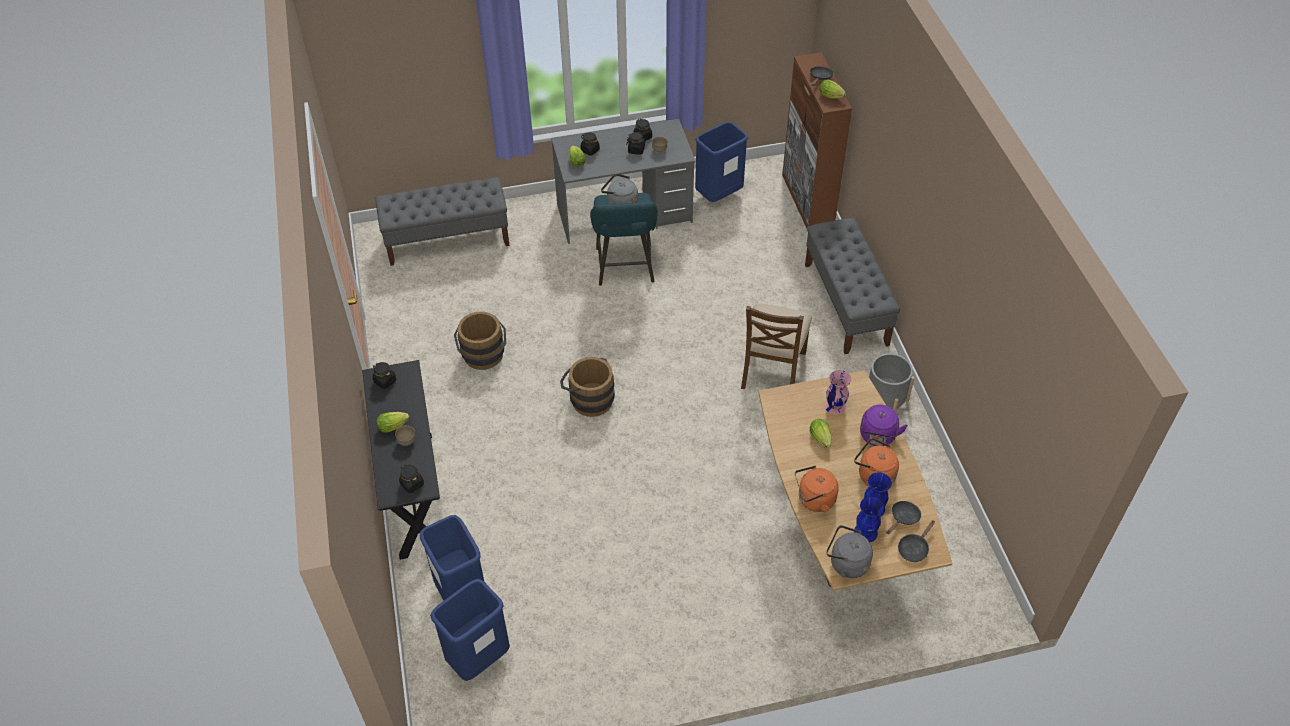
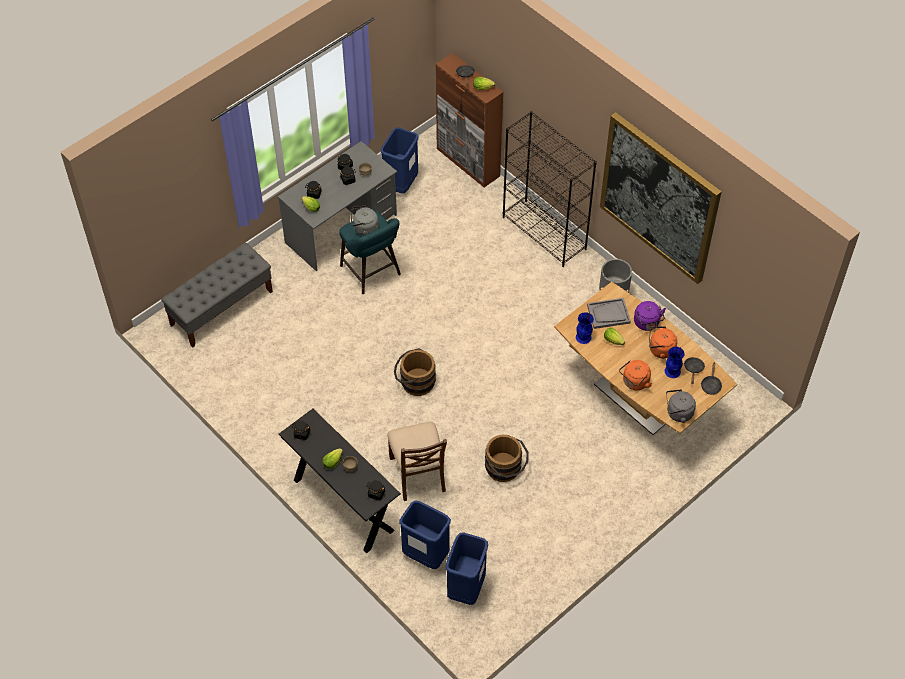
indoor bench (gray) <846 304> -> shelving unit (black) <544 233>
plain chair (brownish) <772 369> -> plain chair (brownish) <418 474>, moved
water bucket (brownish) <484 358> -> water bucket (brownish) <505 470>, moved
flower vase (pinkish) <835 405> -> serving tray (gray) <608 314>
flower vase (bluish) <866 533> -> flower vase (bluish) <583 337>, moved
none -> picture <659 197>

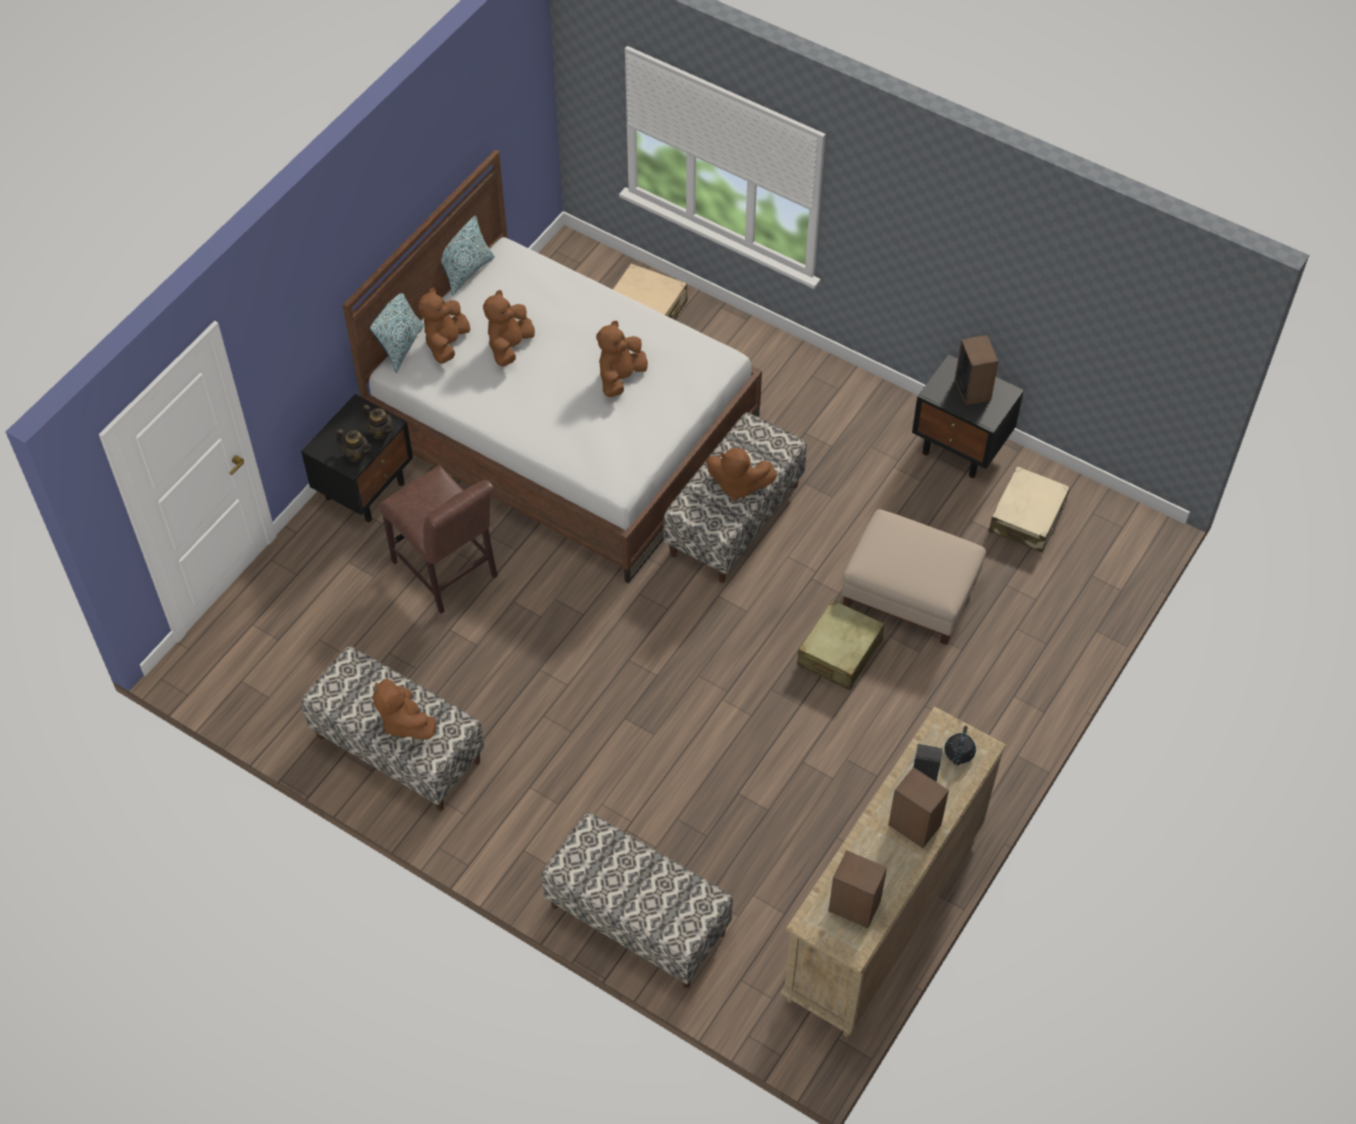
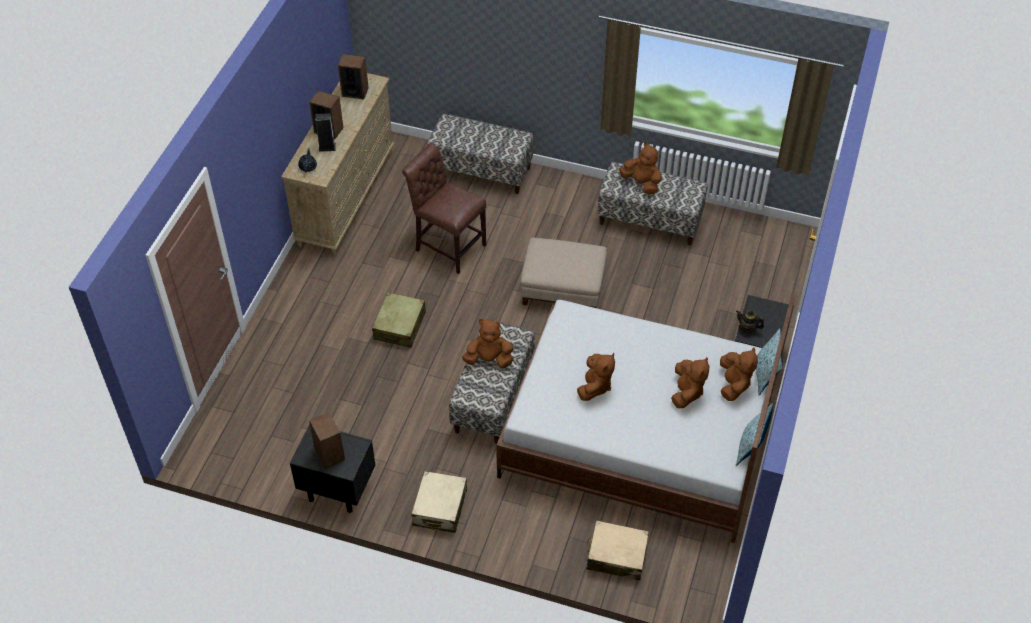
tea pot <357 455> -> none
plain chair (brownish) <448 573> -> plain chair (brownish) <447 245>, moved
travel case (beige) <1027 517> -> travel case (beige) <440 508>, moved
ottoman (beige) <909 593> -> ottoman (beige) <563 288>, moved

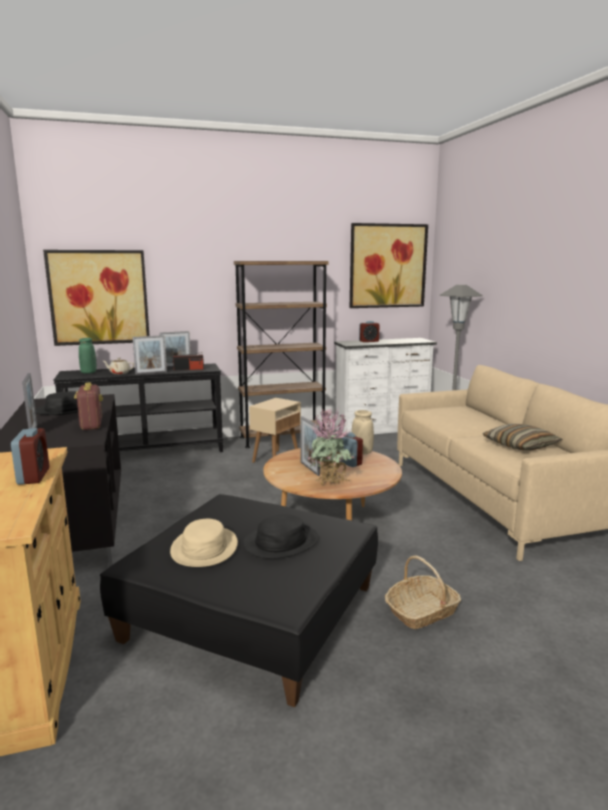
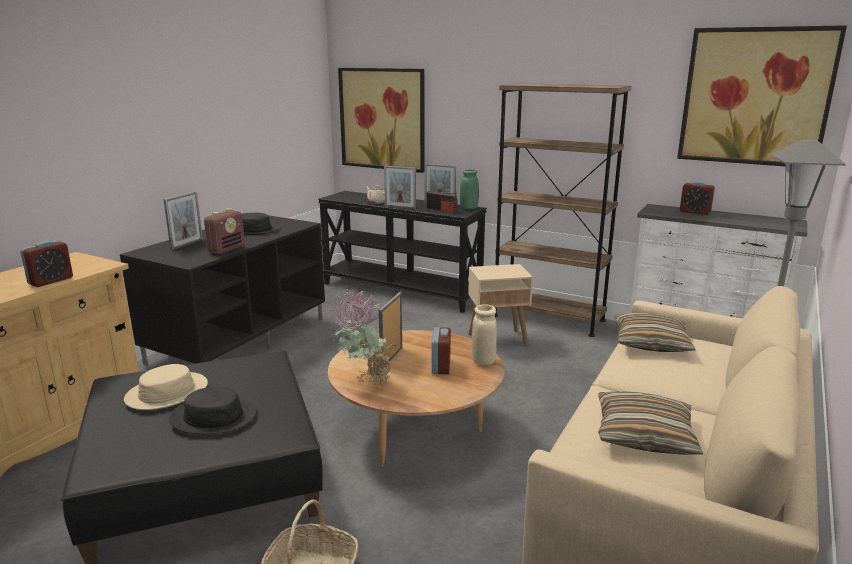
flower vase (green-coloured) <88 372> -> flower vase (green-coloured) <468 208>, moved
none -> cushion <651 343>

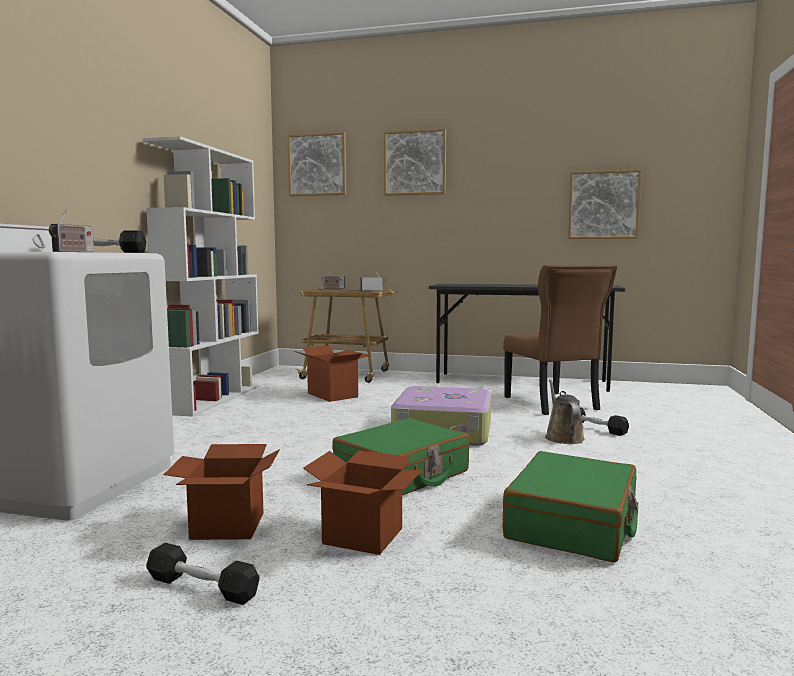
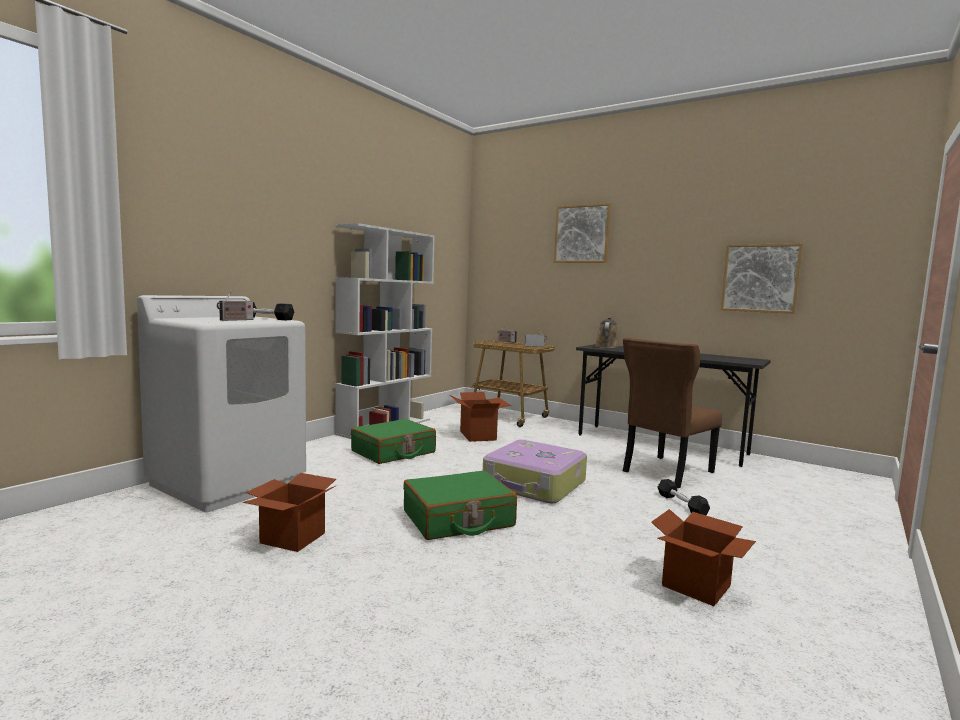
picture <317 165> -> none
plain chair (brownish) <552 404> -> plain chair (brownish) <665 472>, 45 degrees clockwise
watering can (brownish) <563 437> -> watering can (brownish) <606 347>, moved
cardboard box <362 536> -> cardboard box <695 586>, moved
travel case (green-coloured) <573 524> -> travel case (green-coloured) <393 452>, moved
dumbbell (black) <202 587> -> none

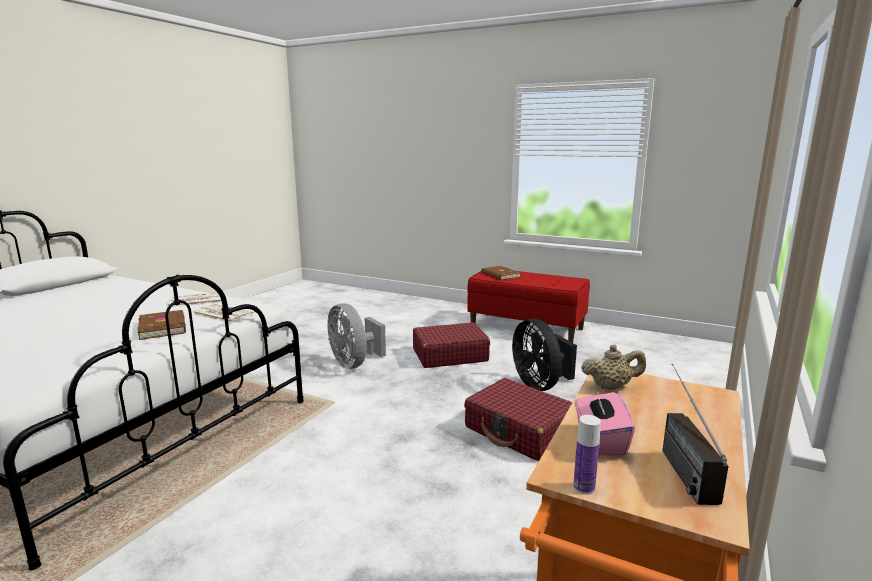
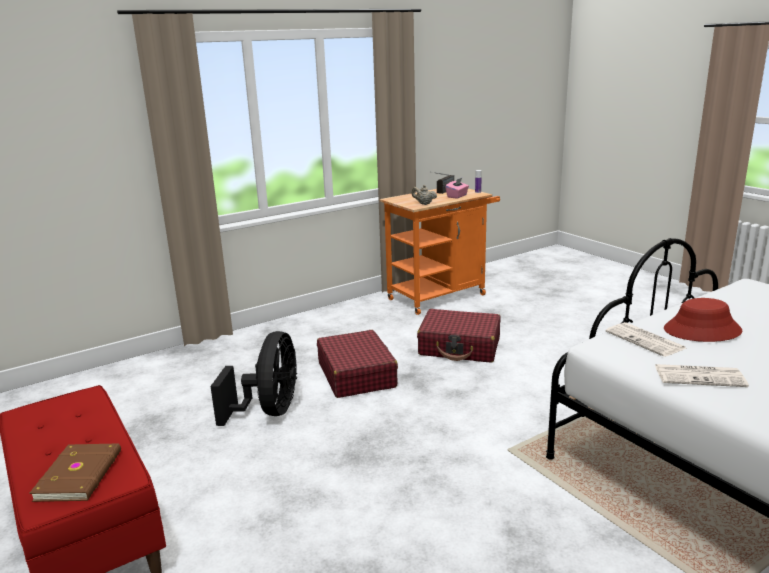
electric fan (gray) <354 363> -> none
bound book (brownish) <164 327> -> clothing hat (red) <702 330>
travel case (red) <449 355> -> travel case (red) <460 347>, moved

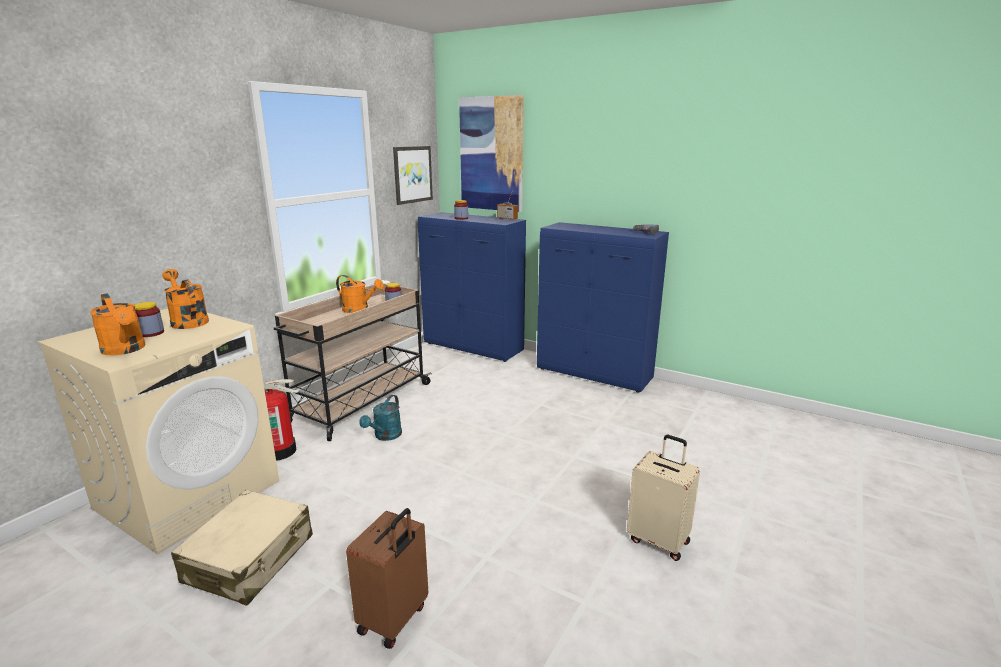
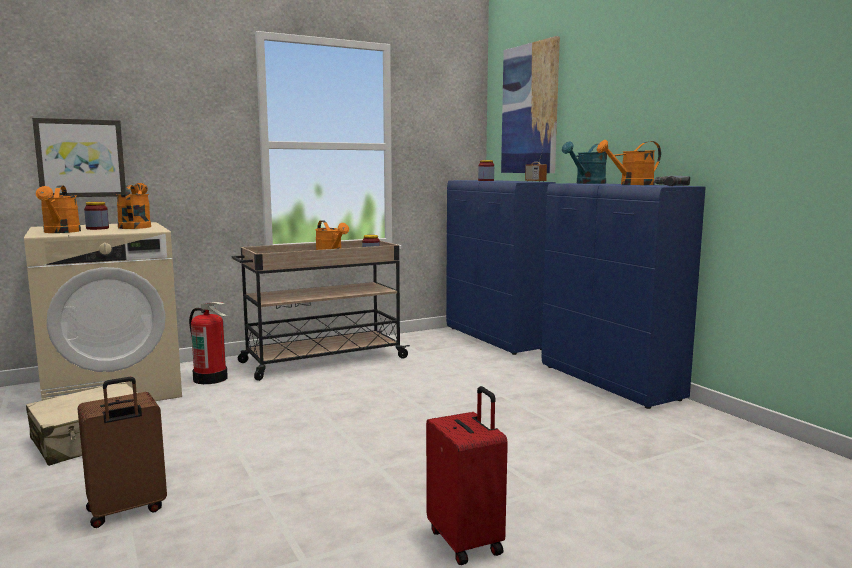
picture <412 174> -> picture <81 158>, moved
watering can (turquoise-coloured) <385 436> -> watering can (turquoise-coloured) <587 183>, moved
travel case (beige) <659 540> -> travel case (red) <467 541>
none -> watering can (orange) <631 184>

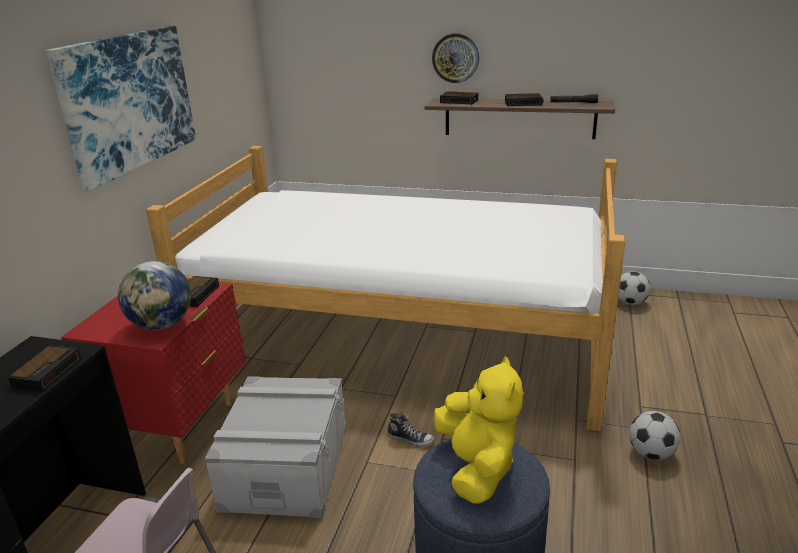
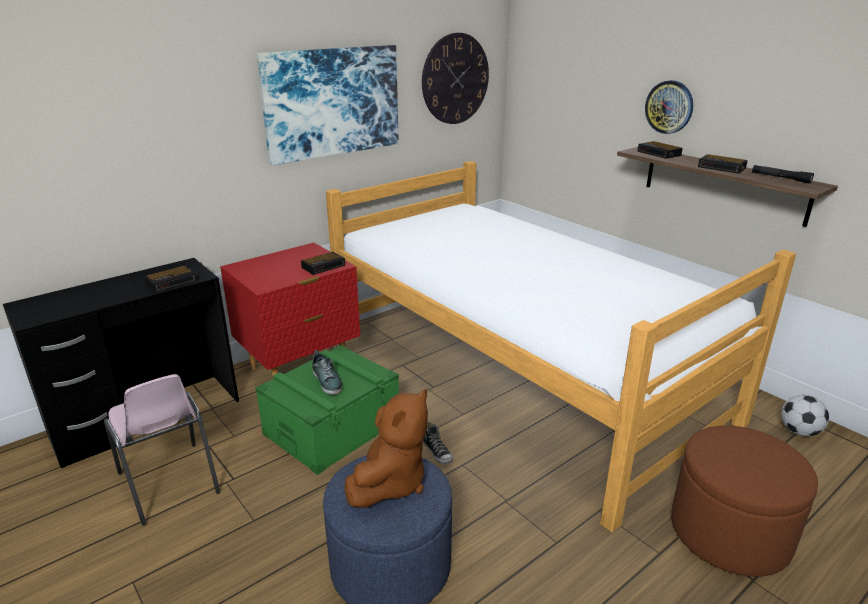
globe <162 325> -> none
soft toy (yellow) <477 468> -> soft toy (brownish) <390 483>
storage container (gray) <286 467> -> storage container (green-coloured) <332 427>
ball for football <651 453> -> none
none -> hanging clock <455 79>
none -> item of footwear <327 381>
none -> ottoman (brownish) <729 532>

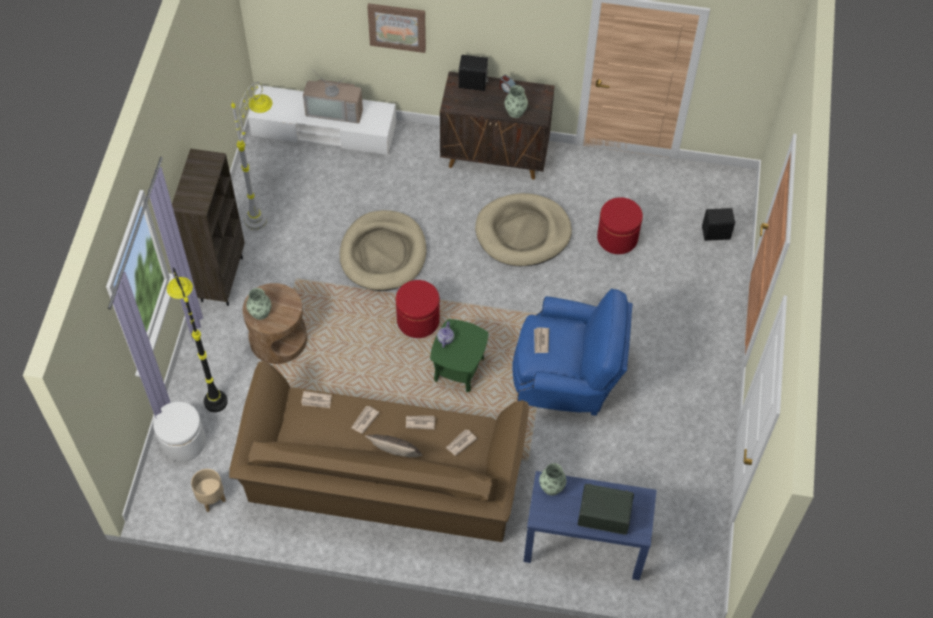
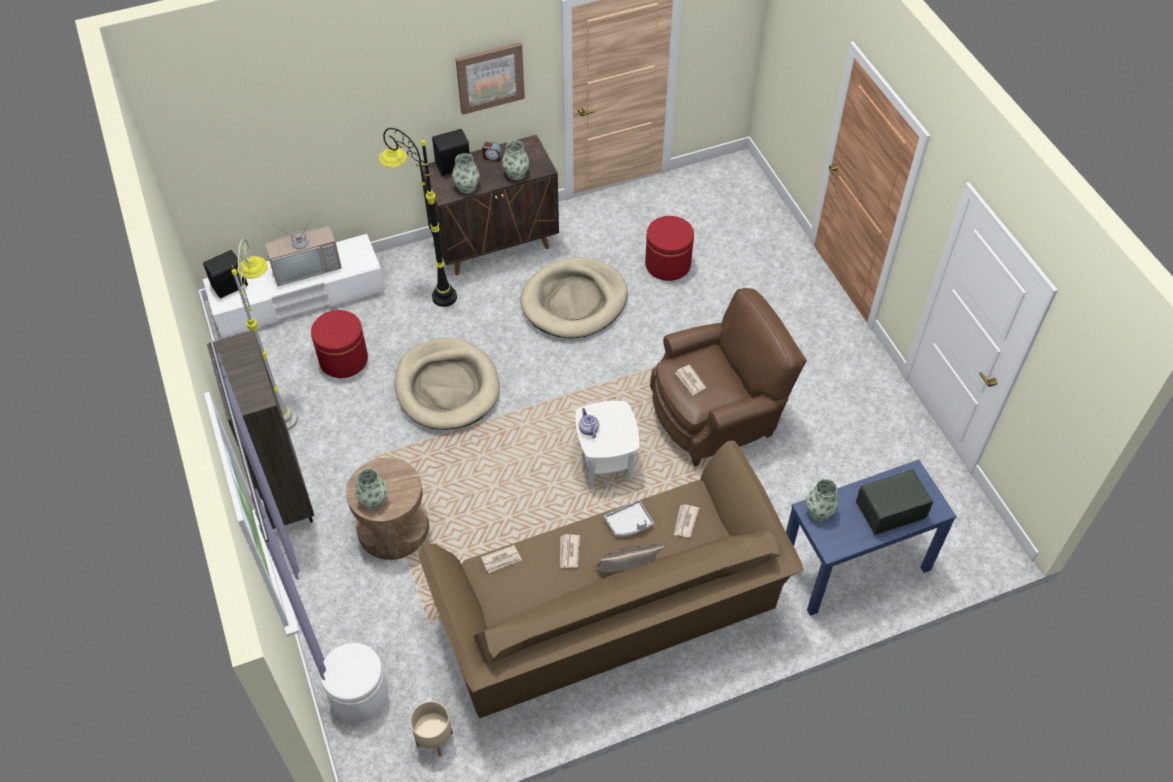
picture <397 26> -> picture <490 77>, moved
speaker (black) <716 234> -> speaker (black) <231 286>, moved
floor lamp (black) <209 385> -> floor lamp (black) <428 288>, moved
ottoman (red) <418 320> -> ottoman (red) <343 359>, moved
lounge chair (bluish) <567 377> -> lounge chair (brownish) <718 414>
accent table (green-coloured) <459 369> -> accent table (white) <606 461>
daily paper <420 422> -> serving tray (gray) <629 523>
none -> flower vase <467 186>

